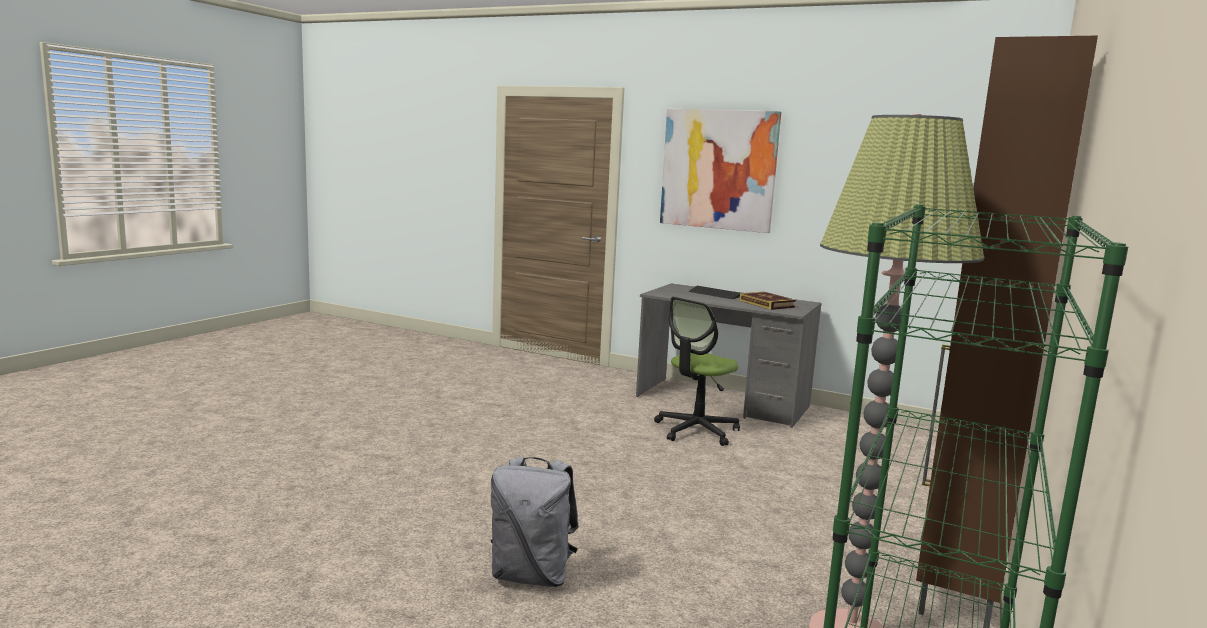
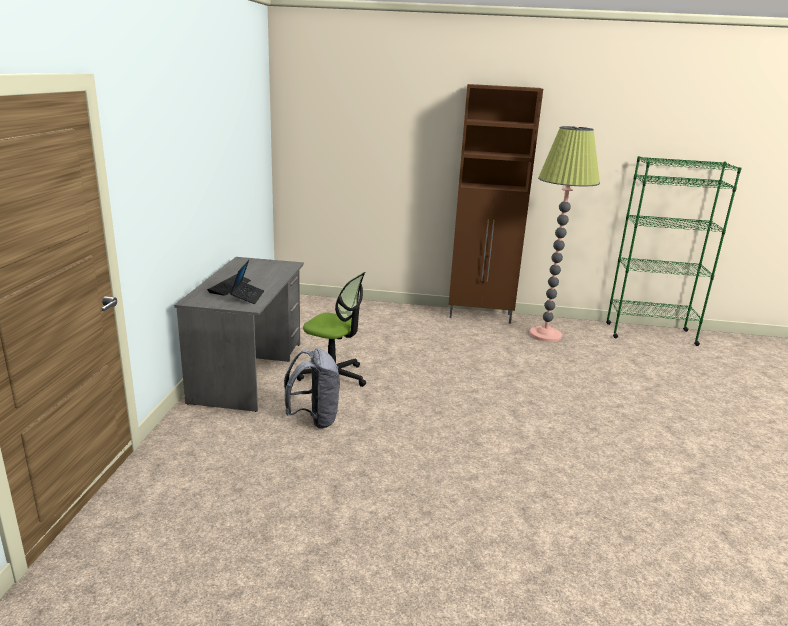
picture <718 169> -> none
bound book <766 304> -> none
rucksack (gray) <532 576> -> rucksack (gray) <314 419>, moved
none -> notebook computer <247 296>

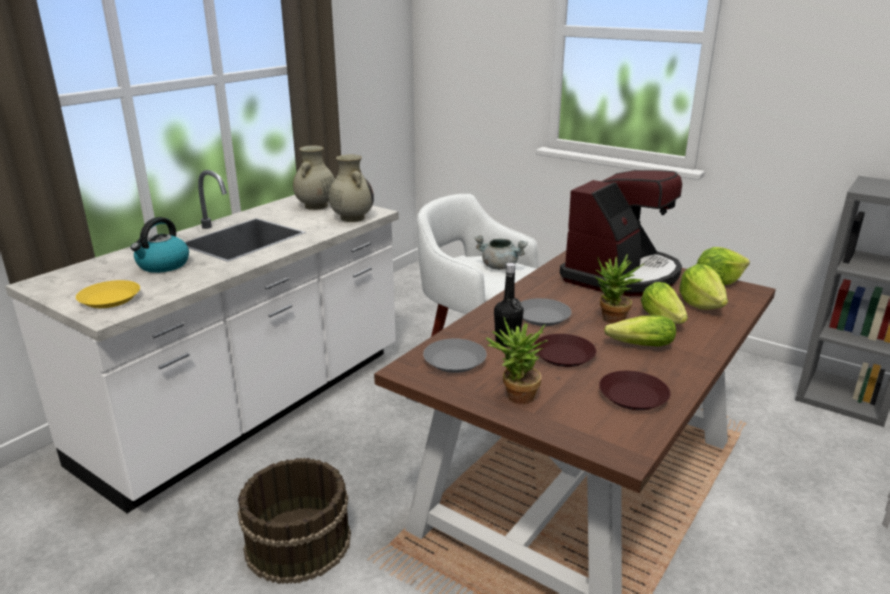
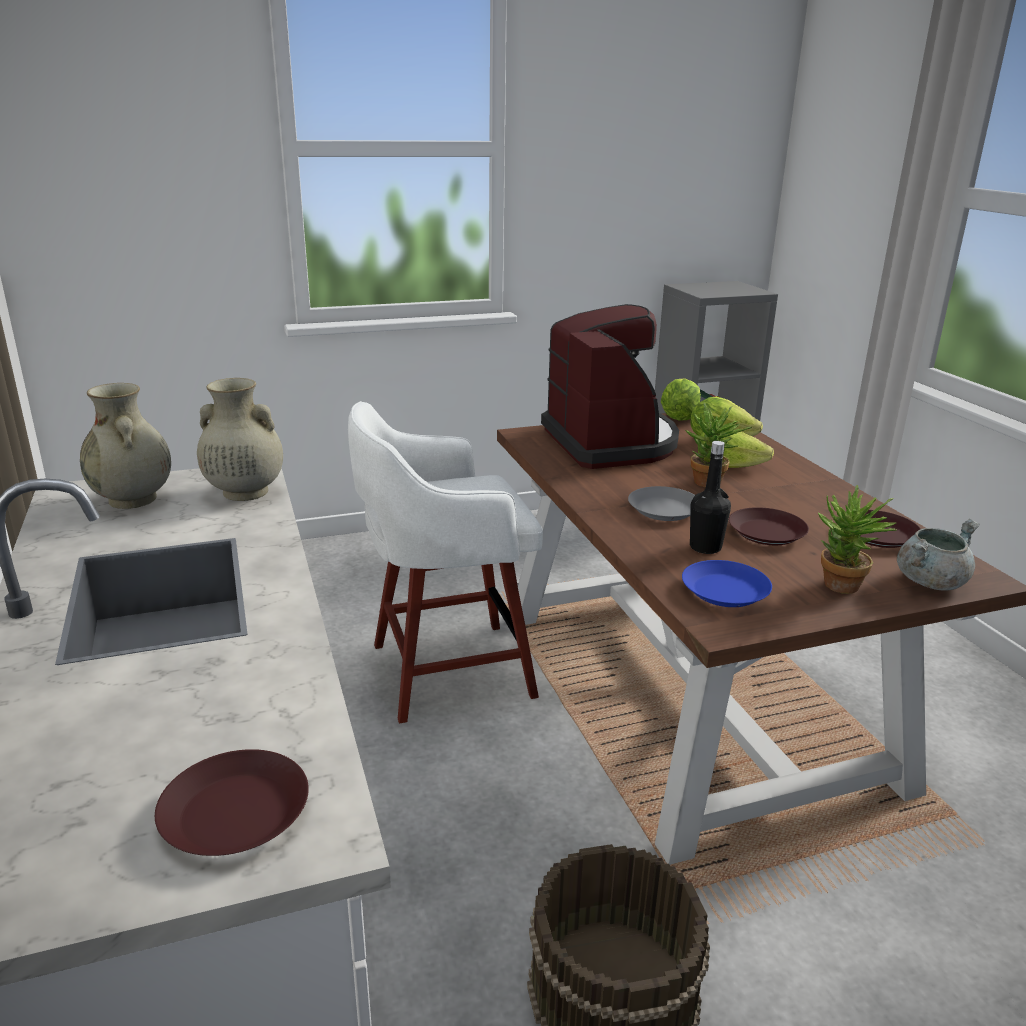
kettle <163 265> -> none
cooking pot (gray) <500 267> -> cooking pot (gray) <930 581>, moved
plate (yellow) <109 299> -> plate (brownish) <236 814>
head of lettuce <637 346> -> none
plate (gray) <455 360> -> plate (bluish) <724 590>

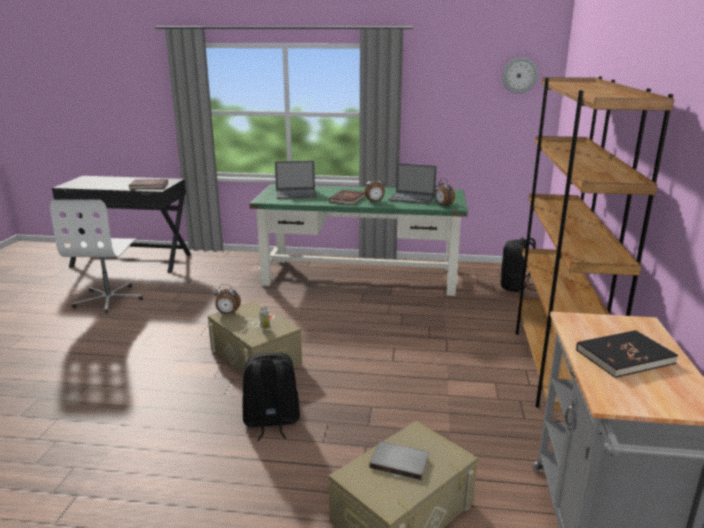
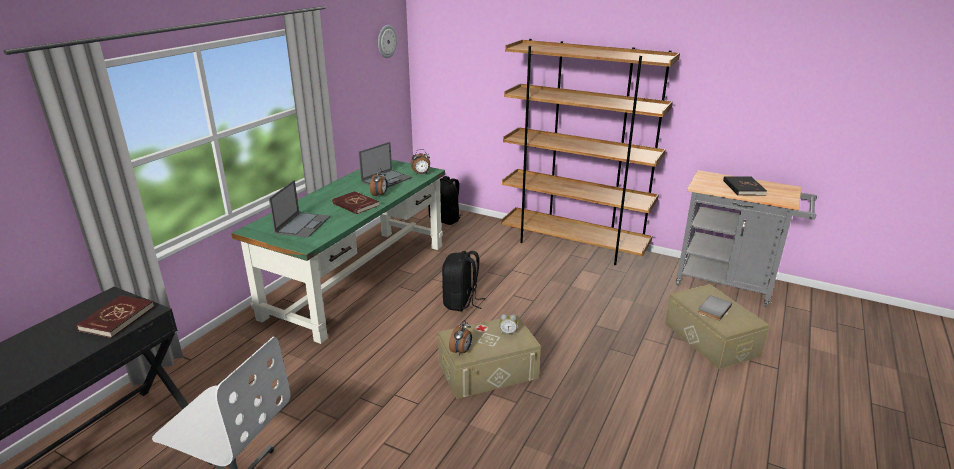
rucksack (black) <271 422> -> rucksack (black) <461 302>, moved

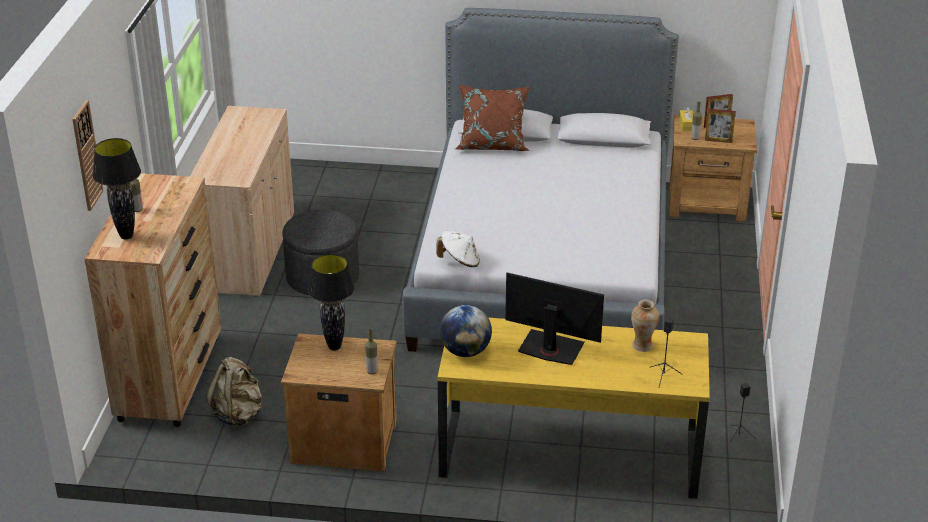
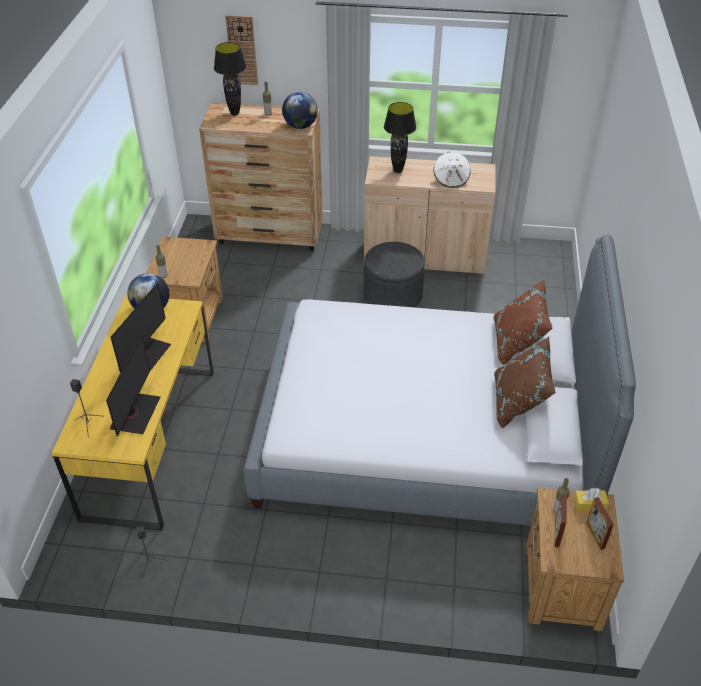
clothing hat (white) <459 261> -> clothing hat (white) <451 179>, moved
tabletop lamp (black) <334 347> -> tabletop lamp (black) <397 171>, moved
flower vase <642 345> -> computer display <135 413>
rucksack (beige) <239 414> -> none
none -> globe <300 126>
none -> cushion (brownish) <519 402>

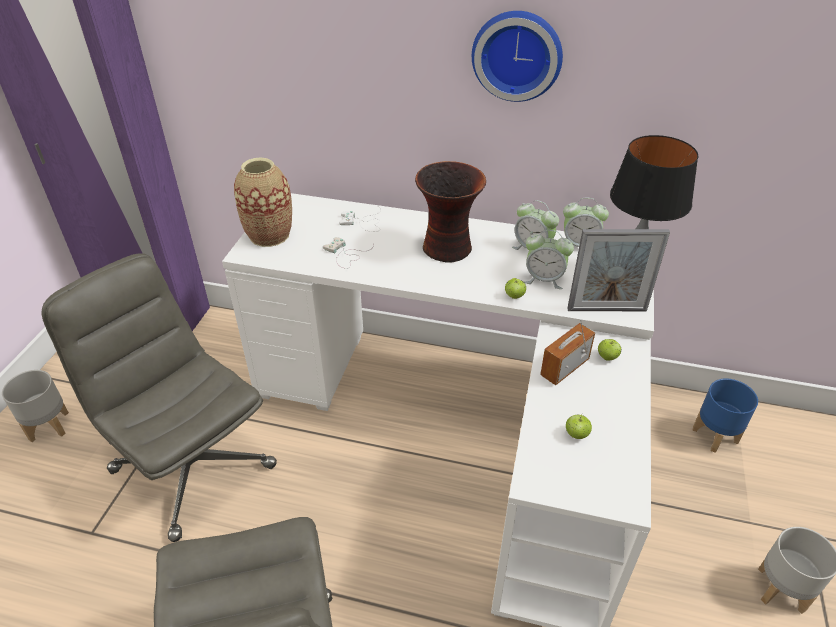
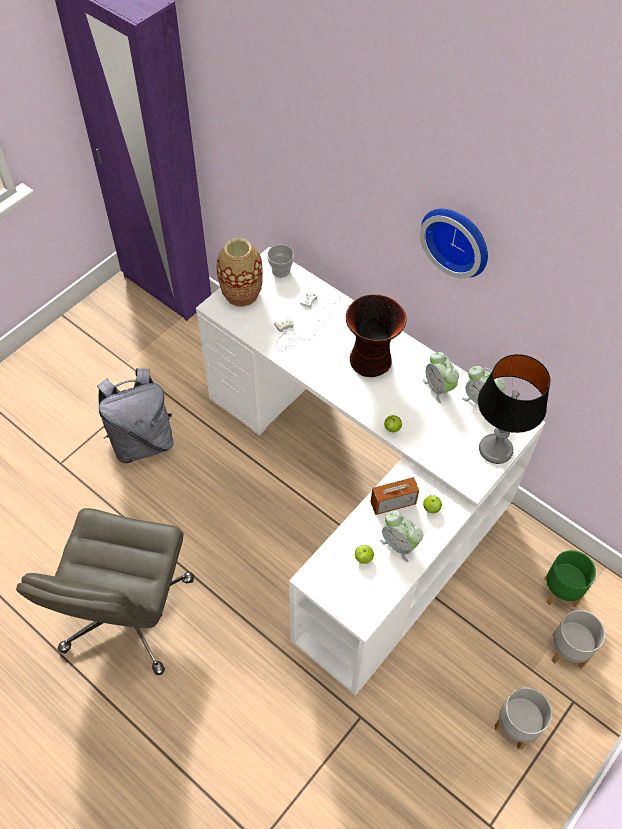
picture frame <607 310> -> none
alarm clock <544 279> -> alarm clock <399 544>, moved
computer chair (gray) <192 467> -> rucksack (gray) <142 441>
plant pot (gray) <48 426> -> plant pot (gray) <567 650>, moved
plant pot (bluish) <716 435> -> plant pot (green-coloured) <561 591>
none -> cup <281 271>

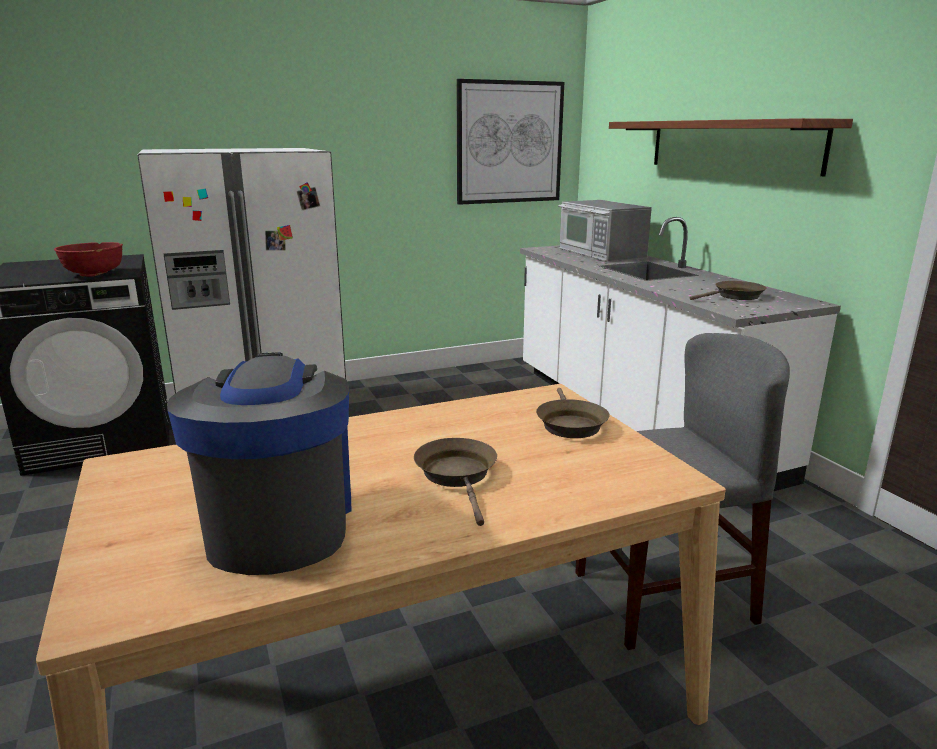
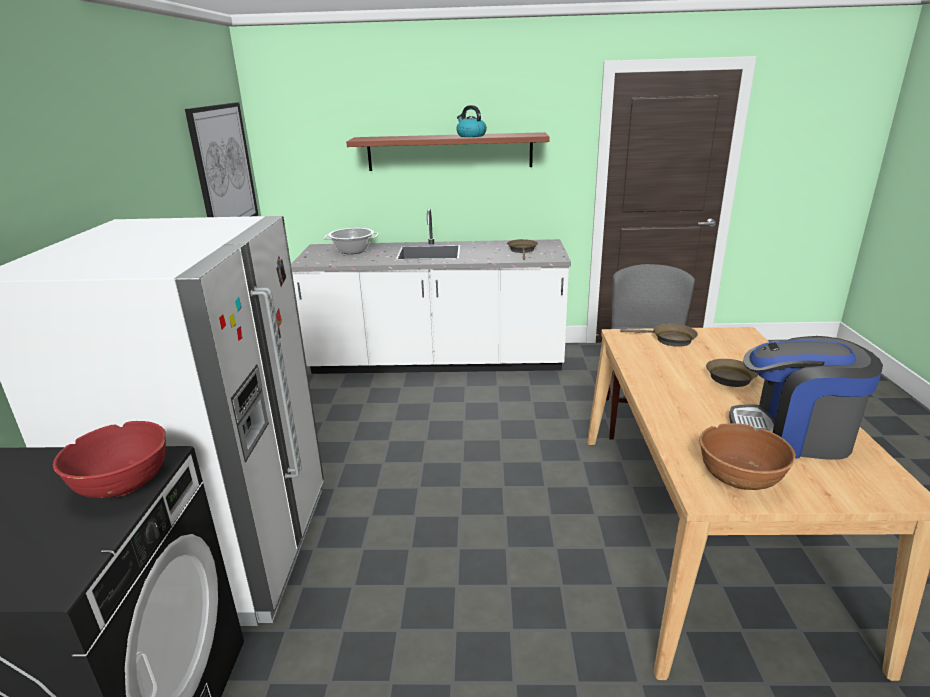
kitchen microwave <600 253> -> cooking pot <353 251>
none -> kettle <471 136>
none -> serving bowl (brownish) <739 478>

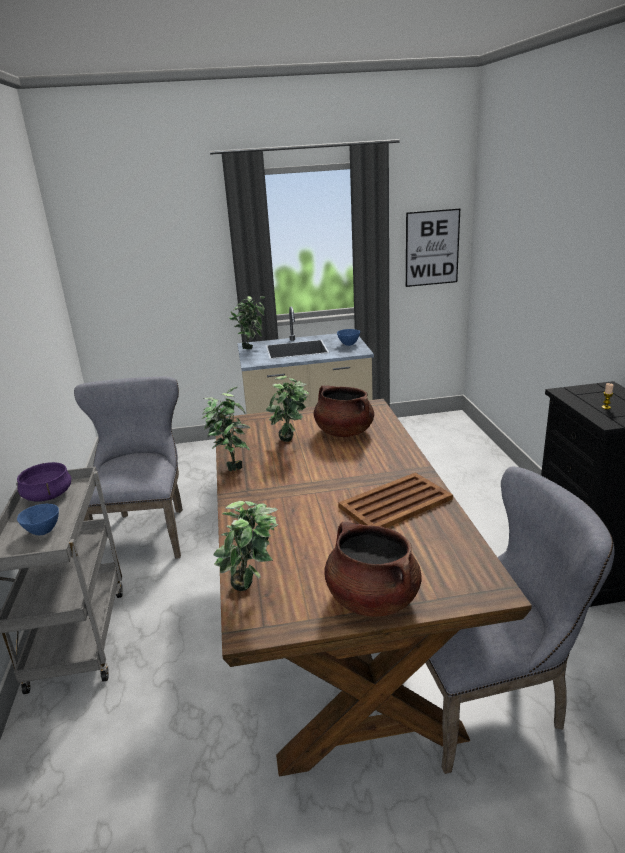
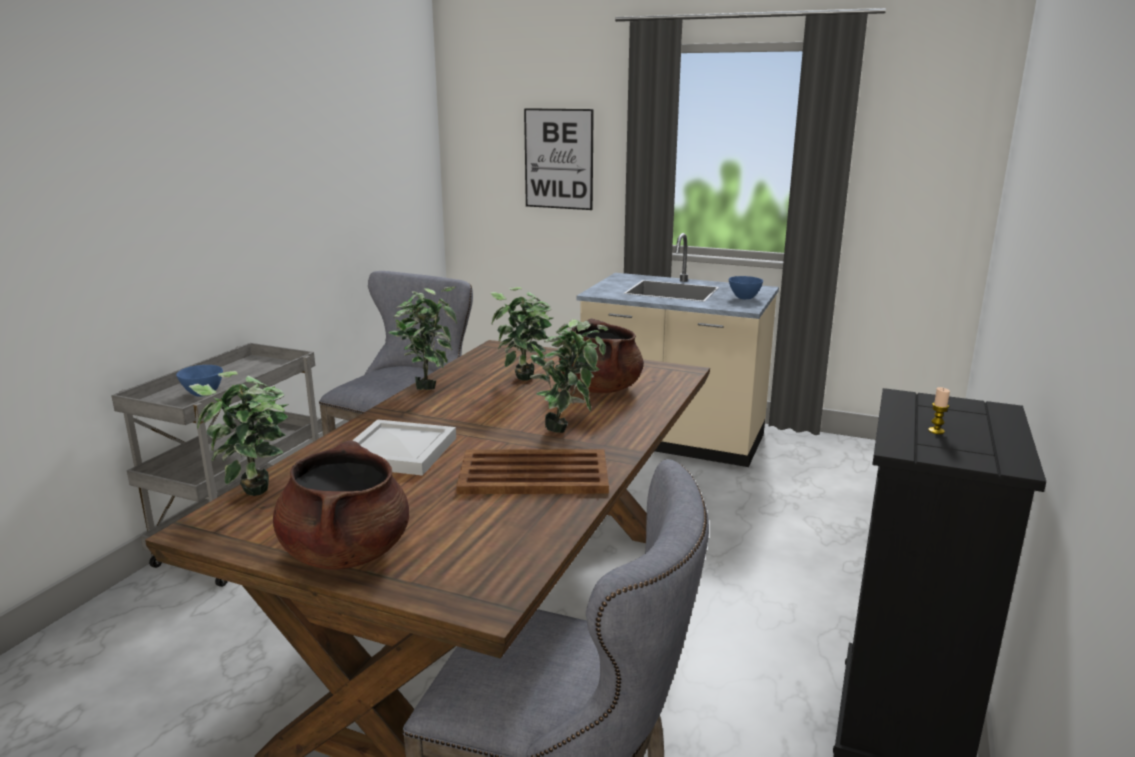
picture <432 248> -> picture <558 159>, moved
potted plant <251 347> -> potted plant <568 428>, moved
cooking pot (purplish) <48 495> -> none
none -> serving tray (white) <399 452>

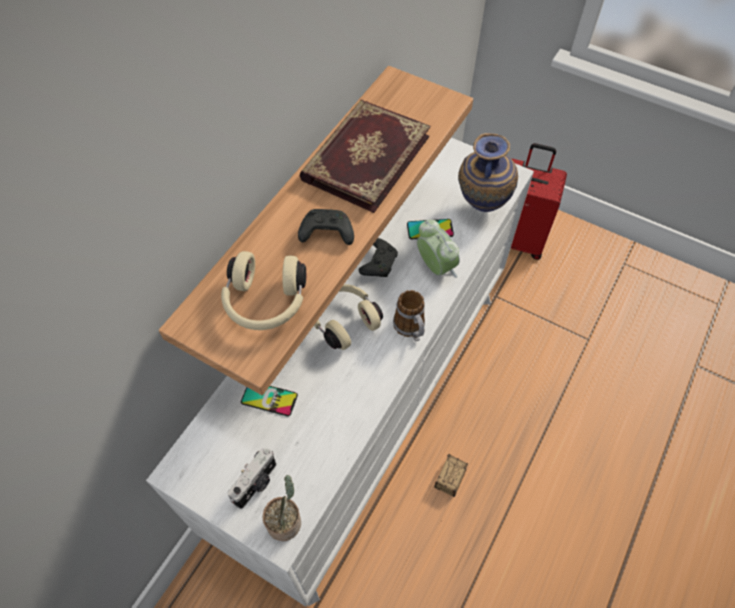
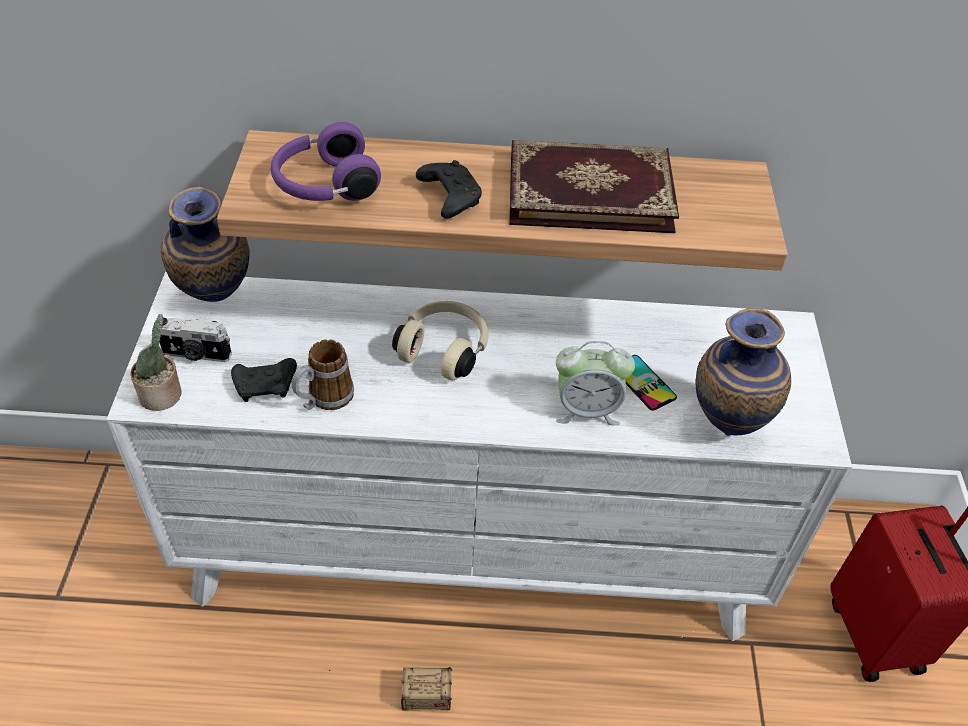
alarm clock <435 267> -> alarm clock <587 409>, 60 degrees clockwise
gamepad (black) <379 263> -> gamepad (black) <266 386>, moved
headset (beige) <265 302> -> headset (purplish) <324 185>
tea mug <411 329> -> tea mug <324 399>, moved
handset <269 398> -> none
none -> flower vase <216 302>

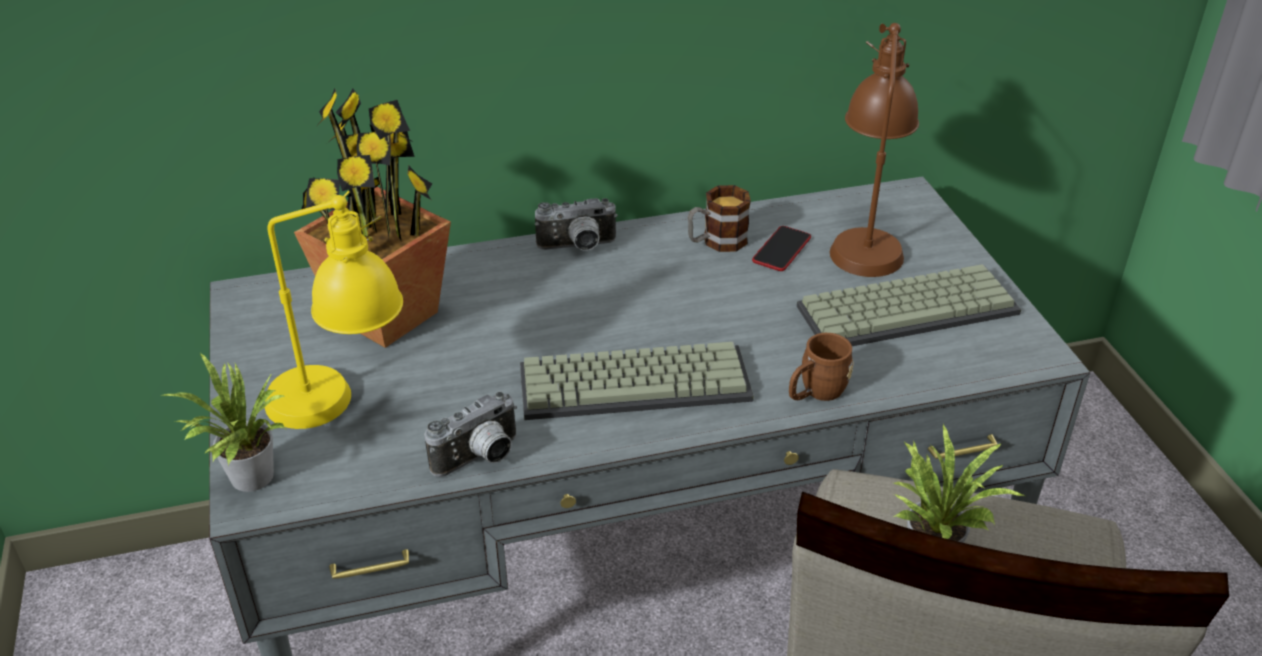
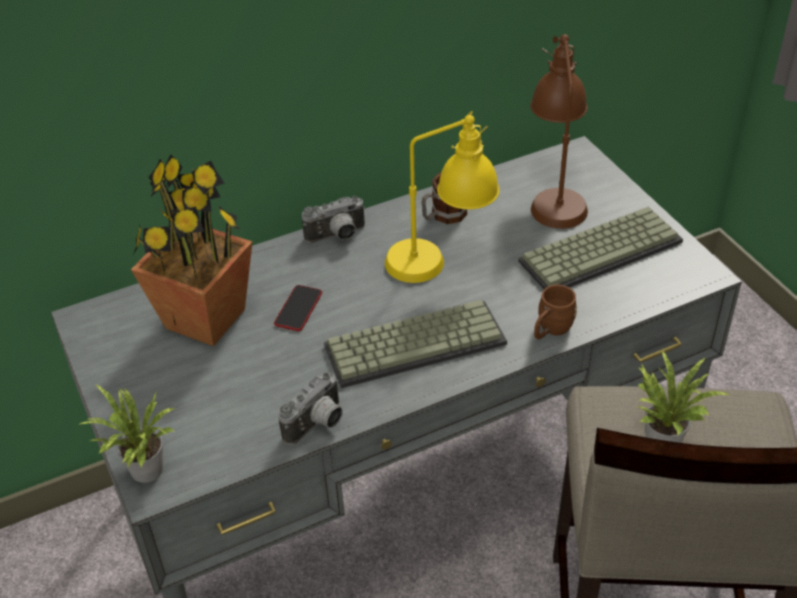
tabletop lamp (yellow) <343 406> -> tabletop lamp (yellow) <441 263>, moved
handset <781 250> -> handset <298 309>, moved

